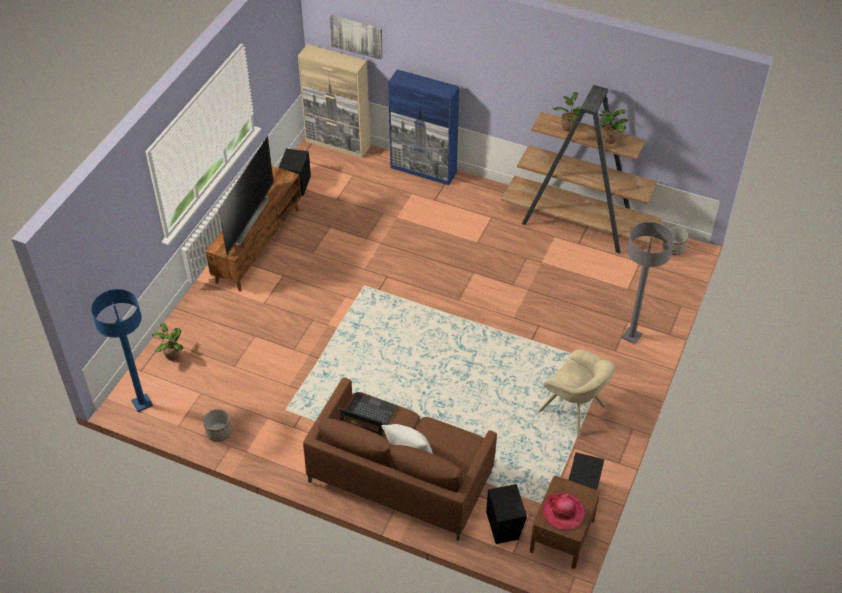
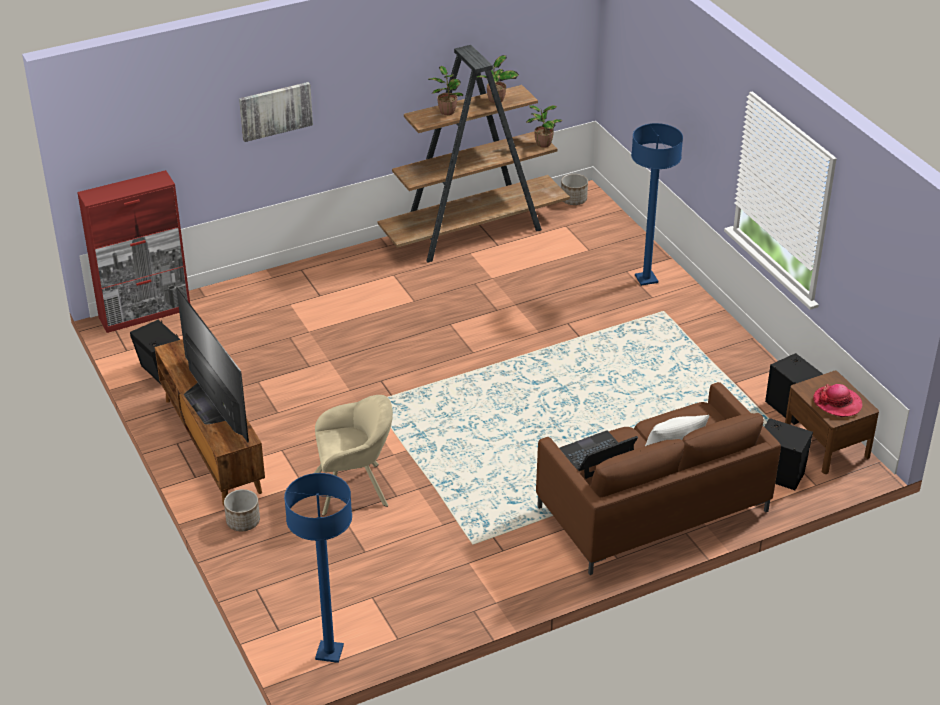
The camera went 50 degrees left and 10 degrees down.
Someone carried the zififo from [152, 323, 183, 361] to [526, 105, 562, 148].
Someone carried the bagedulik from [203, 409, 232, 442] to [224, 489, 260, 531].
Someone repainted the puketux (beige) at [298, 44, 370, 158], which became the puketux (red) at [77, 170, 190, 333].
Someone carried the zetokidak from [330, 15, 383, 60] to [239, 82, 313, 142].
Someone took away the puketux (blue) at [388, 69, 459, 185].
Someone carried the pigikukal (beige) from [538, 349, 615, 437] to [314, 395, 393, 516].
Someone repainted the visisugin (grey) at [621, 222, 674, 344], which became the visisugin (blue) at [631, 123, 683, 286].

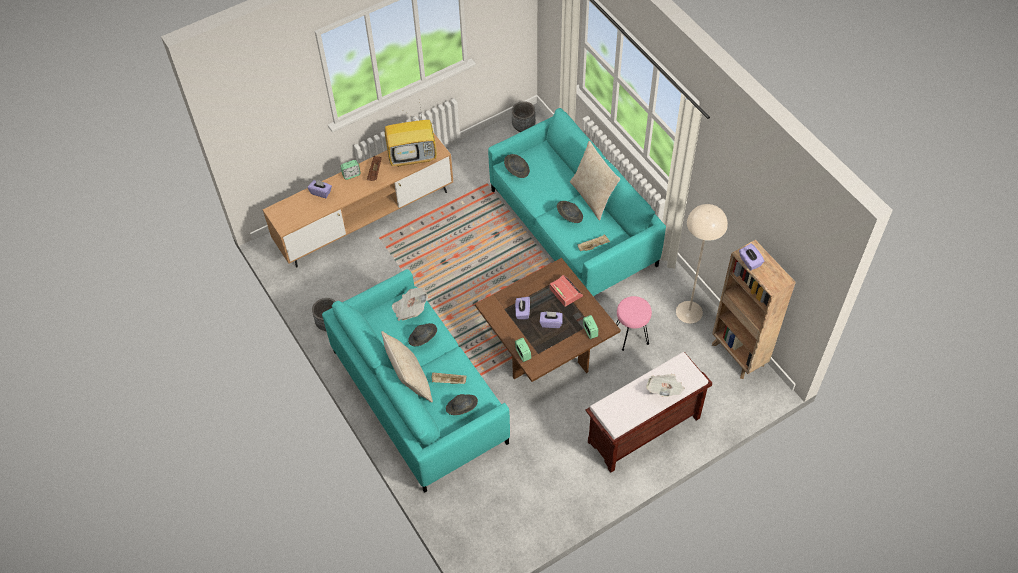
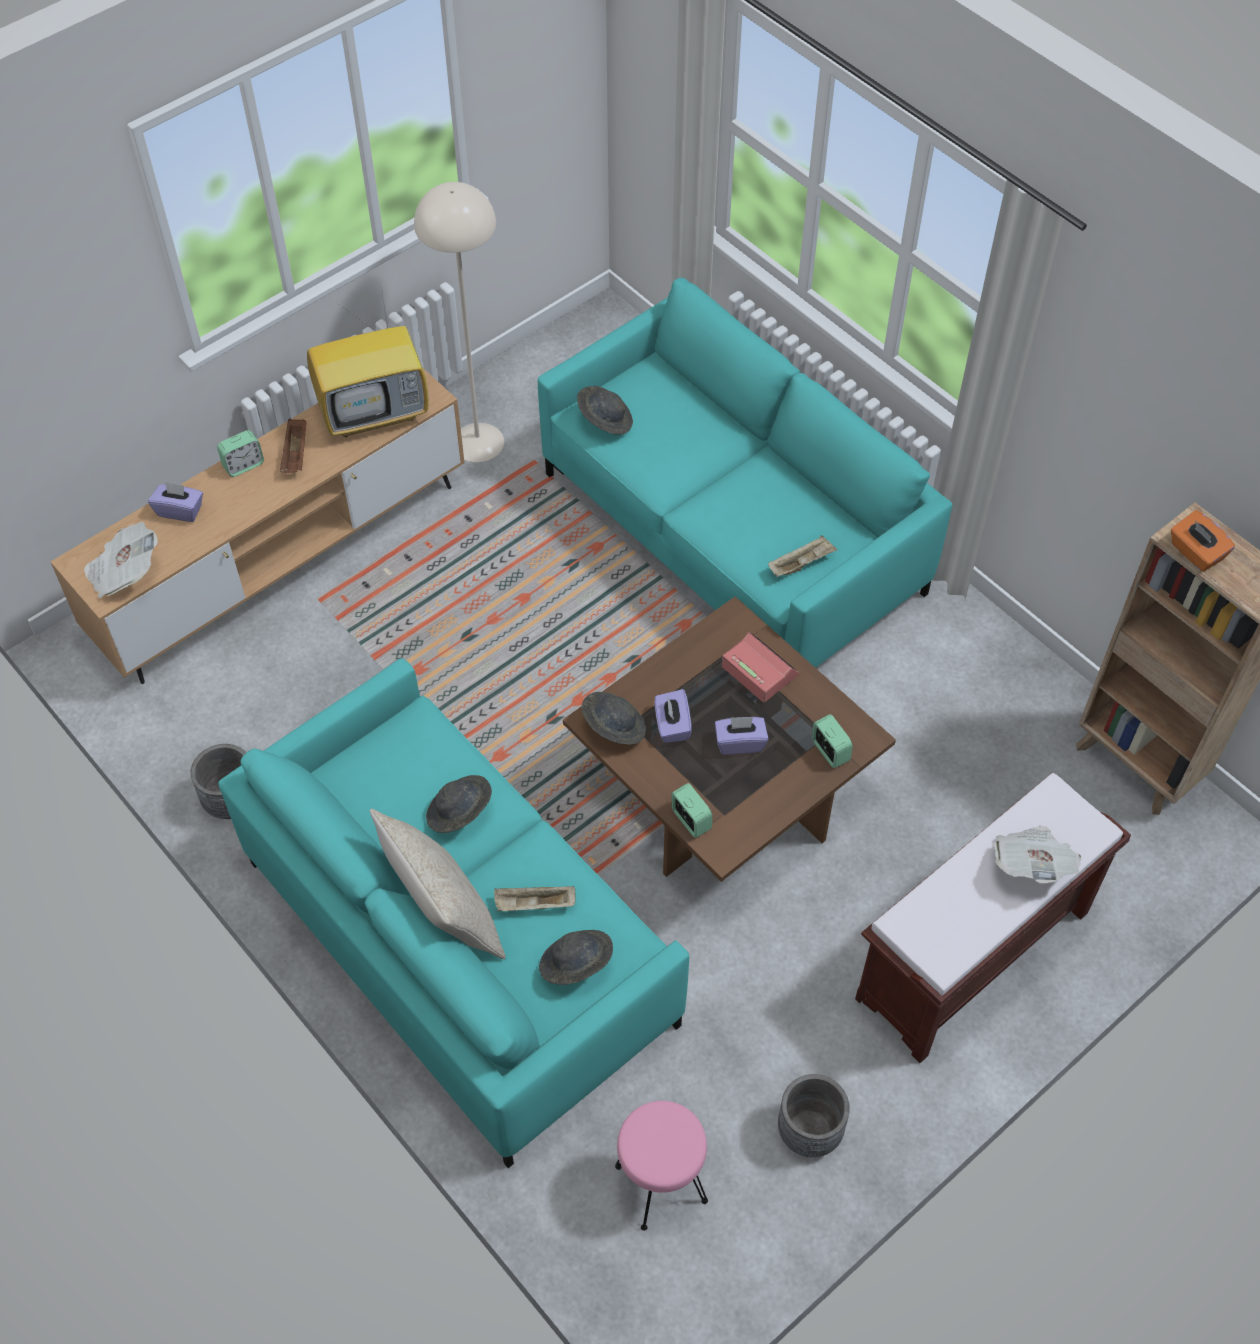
The camera went 10 degrees left and 0 degrees up.
Someone carried the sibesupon from [392, 287, 428, 321] to [84, 522, 158, 599].
Someone carried the bagedulik (grey) from [512, 101, 535, 132] to [778, 1074, 850, 1157].
Someone carried the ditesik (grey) from [557, 201, 583, 223] to [581, 692, 646, 745].
Someone took away the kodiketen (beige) at [570, 141, 620, 221].
Someone carried the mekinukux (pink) from [616, 296, 652, 351] to [615, 1101, 708, 1231].
Someone carried the visisugin (beige) from [676, 204, 728, 323] to [414, 182, 504, 462].
Someone repainted the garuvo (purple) at [739, 243, 764, 270], which became the garuvo (orange) at [1171, 510, 1235, 572].

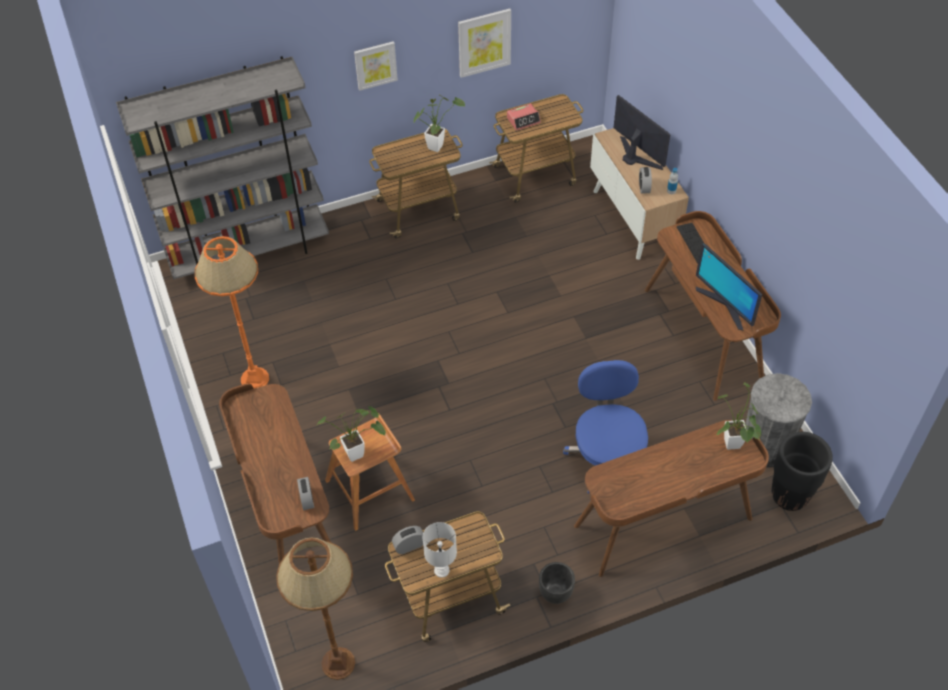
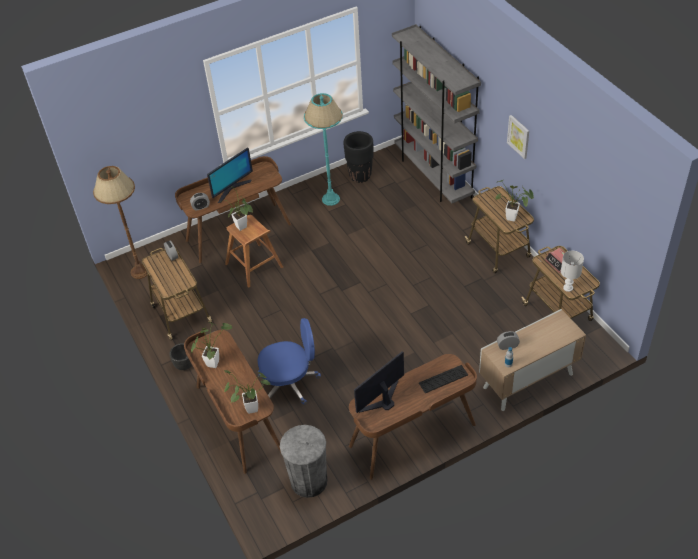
The camera went 85 degrees right and 5 degrees down.
Someone repainted the visisugin (orange) at [194, 236, 269, 389], which became the visisugin (turquoise) at [304, 93, 343, 206].
Someone carried the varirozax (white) from [423, 522, 457, 578] to [561, 251, 584, 292].
Someone took away the zetokidak at [458, 9, 511, 78].
Someone carried the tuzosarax from [614, 95, 670, 170] to [207, 147, 253, 203].
Someone carried the bagedulik (black) from [772, 432, 833, 511] to [344, 131, 374, 183].
Someone put down the zififo at [191, 322, 233, 368].

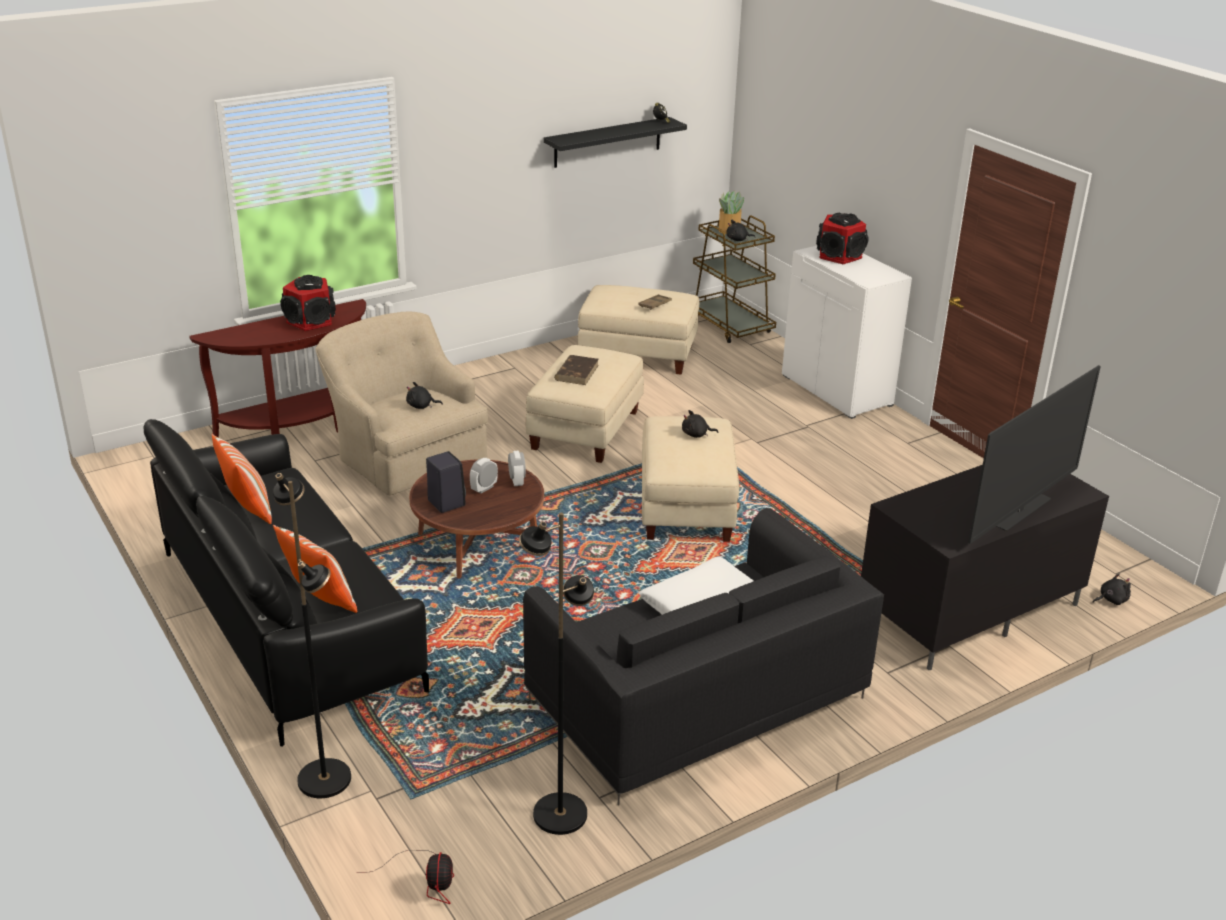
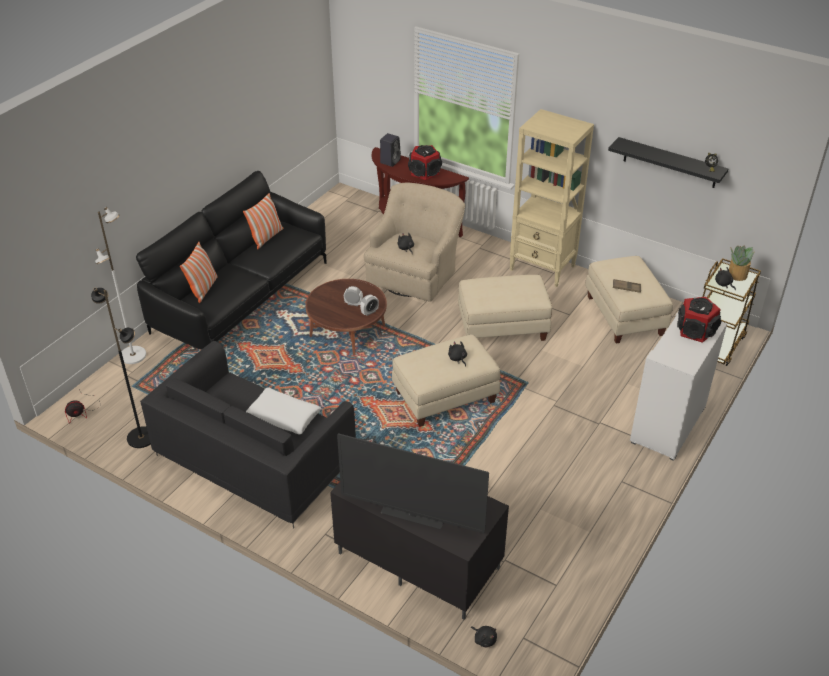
The camera went 65 degrees right and 10 degrees up.
Someone repainted the visisugin (black) at [273, 473, 351, 798], which became the visisugin (white) at [95, 207, 146, 364].
Someone carried the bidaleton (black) from [426, 451, 466, 513] to [380, 133, 401, 167].
Someone took away the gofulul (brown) at [554, 355, 599, 385].
Someone put down the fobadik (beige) at [509, 109, 594, 287].

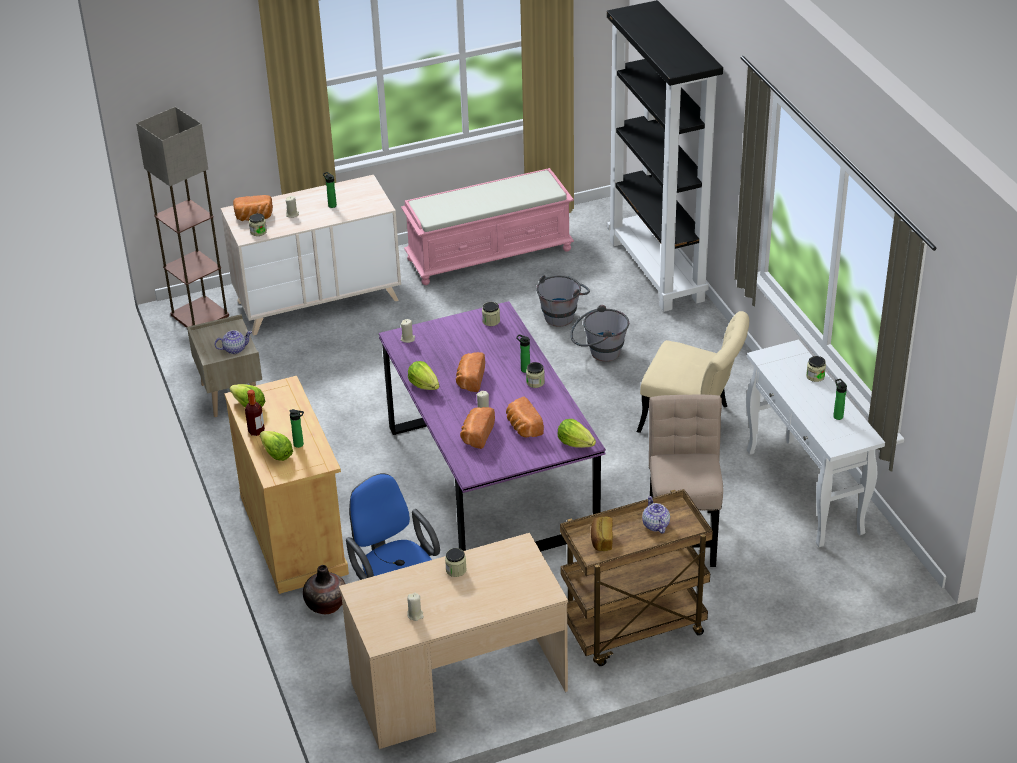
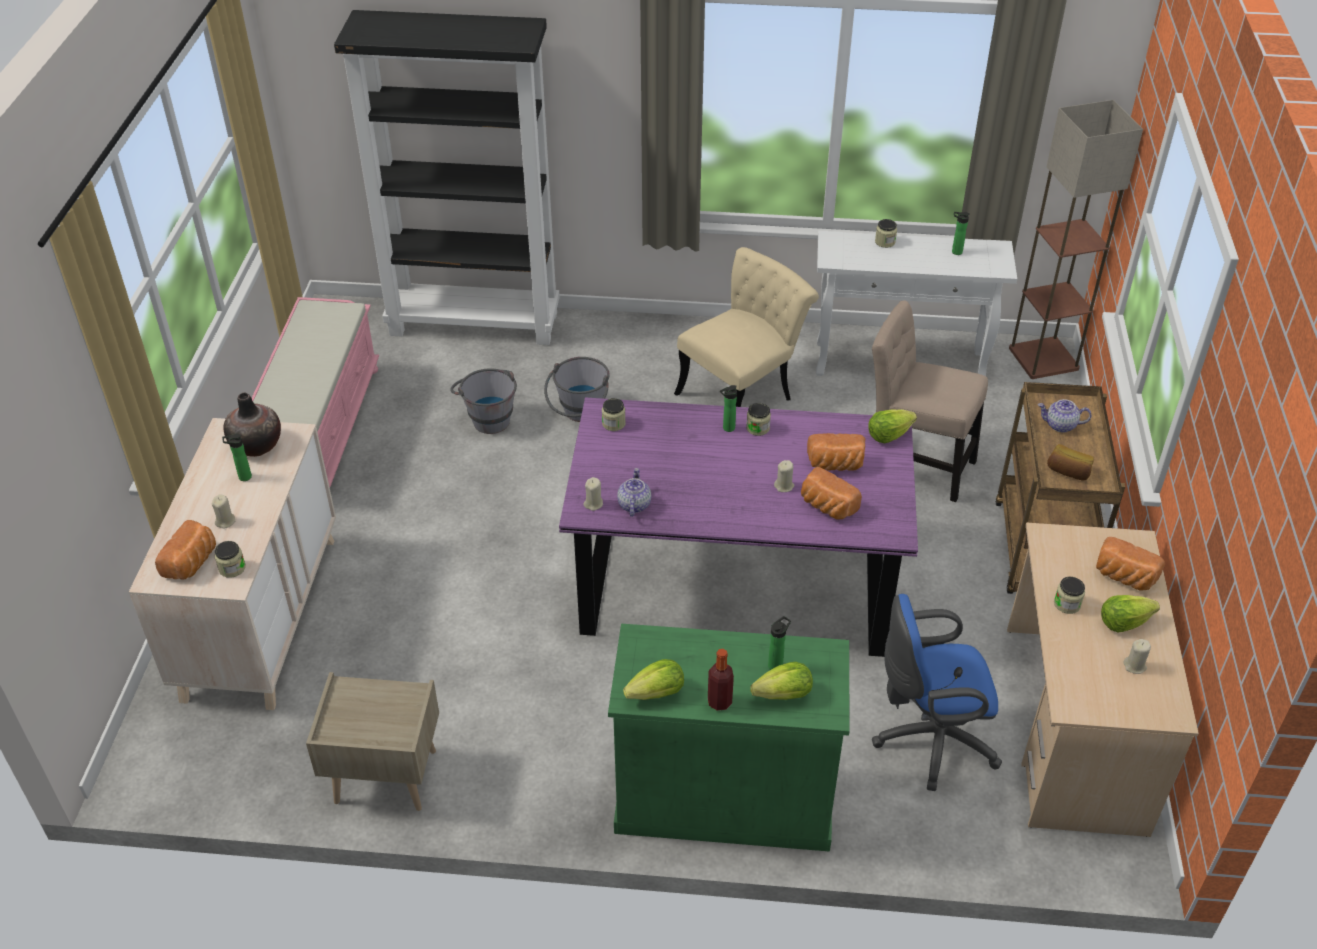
The camera went 65 degrees left and 5 degrees up.
Someone carried the visisugin from [136, 107, 229, 328] to [1009, 100, 1143, 379].
Someone carried the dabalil from [215, 330, 252, 354] to [617, 468, 651, 517].
Someone repainted the puketux (beige) at [224, 376, 349, 594], which became the puketux (green) at [608, 624, 849, 852].
Someone carried the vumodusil from [303, 565, 345, 614] to [224, 393, 281, 457].
Someone carried the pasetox from [408, 361, 439, 390] to [1101, 595, 1160, 632].
Someone carried the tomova from [456, 352, 485, 392] to [1096, 537, 1165, 591].

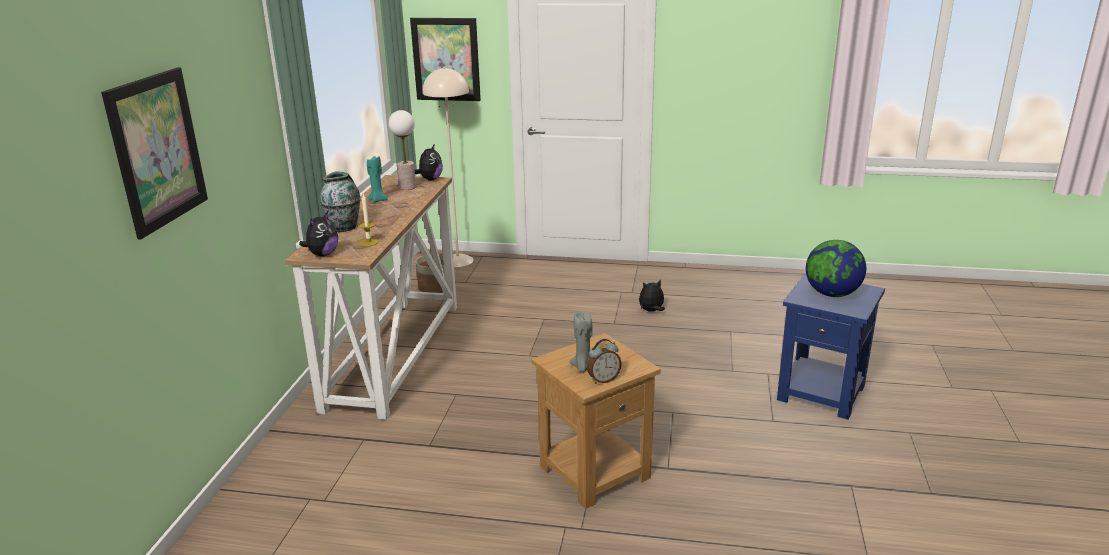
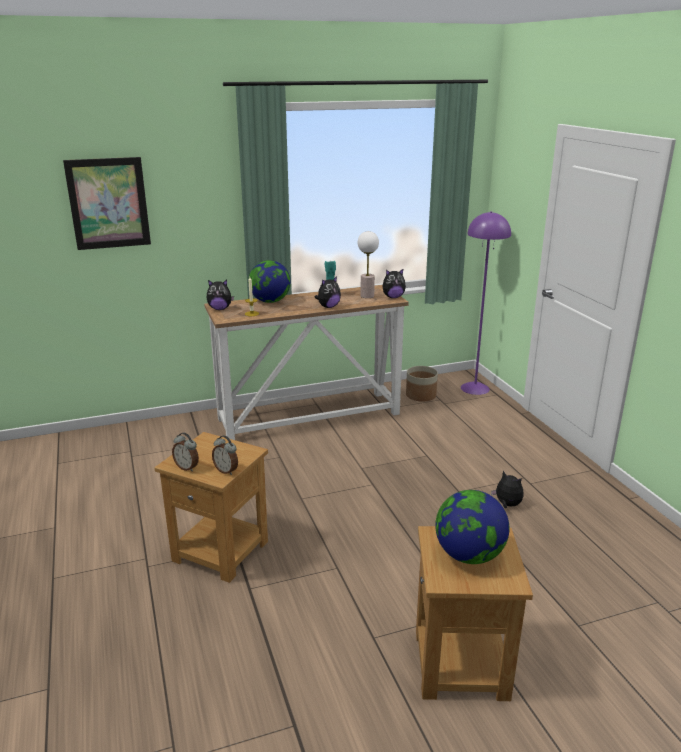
The camera went 60 degrees right and 0 degrees up.
Someone swapped the vumodusil at [320, 172, 361, 232] for the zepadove at [248, 260, 291, 303].
Someone took away the zetokidak at [410, 18, 481, 101].
Someone repainted the visisugin (beige) at [422, 67, 474, 267], which became the visisugin (purple) at [461, 211, 511, 395].
Someone took away the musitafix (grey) at [569, 312, 593, 372].
Someone repainted the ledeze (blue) at [777, 273, 885, 420], which became the ledeze (brown) at [416, 526, 533, 701].
Someone put down the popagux at [212, 435, 238, 475].
Someone put down the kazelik at [315, 276, 341, 308].

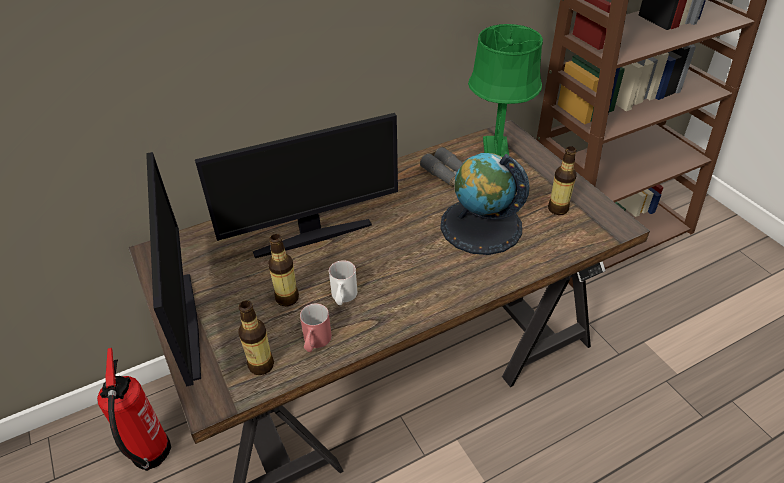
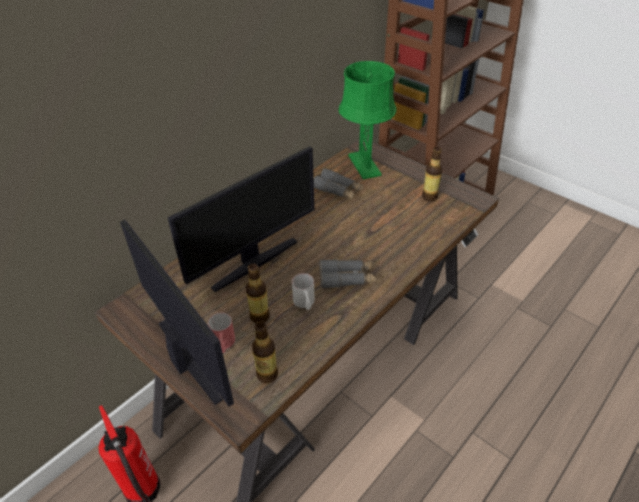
The camera went 20 degrees left and 0 degrees up.
Someone carried the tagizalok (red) from [300, 303, 332, 352] to [208, 312, 235, 353].
Someone took away the zepadove at [440, 153, 530, 255].
Someone put down the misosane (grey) at [319, 259, 376, 289].

